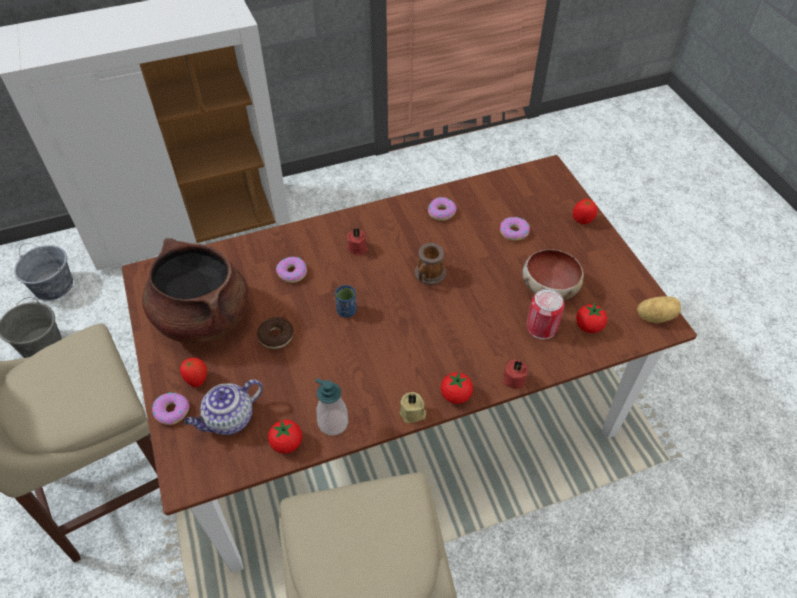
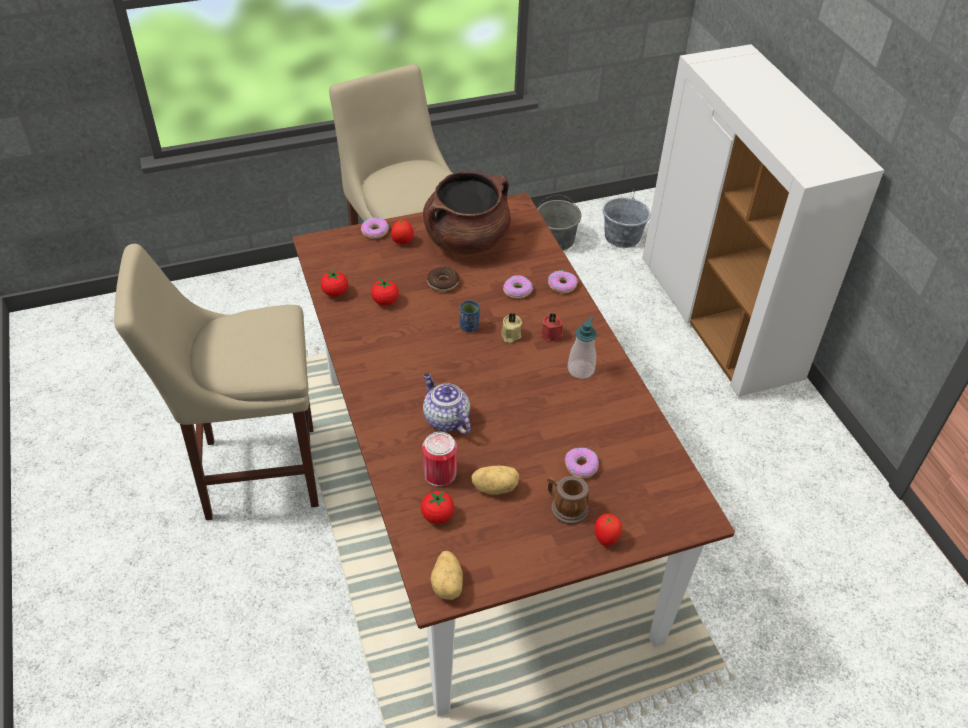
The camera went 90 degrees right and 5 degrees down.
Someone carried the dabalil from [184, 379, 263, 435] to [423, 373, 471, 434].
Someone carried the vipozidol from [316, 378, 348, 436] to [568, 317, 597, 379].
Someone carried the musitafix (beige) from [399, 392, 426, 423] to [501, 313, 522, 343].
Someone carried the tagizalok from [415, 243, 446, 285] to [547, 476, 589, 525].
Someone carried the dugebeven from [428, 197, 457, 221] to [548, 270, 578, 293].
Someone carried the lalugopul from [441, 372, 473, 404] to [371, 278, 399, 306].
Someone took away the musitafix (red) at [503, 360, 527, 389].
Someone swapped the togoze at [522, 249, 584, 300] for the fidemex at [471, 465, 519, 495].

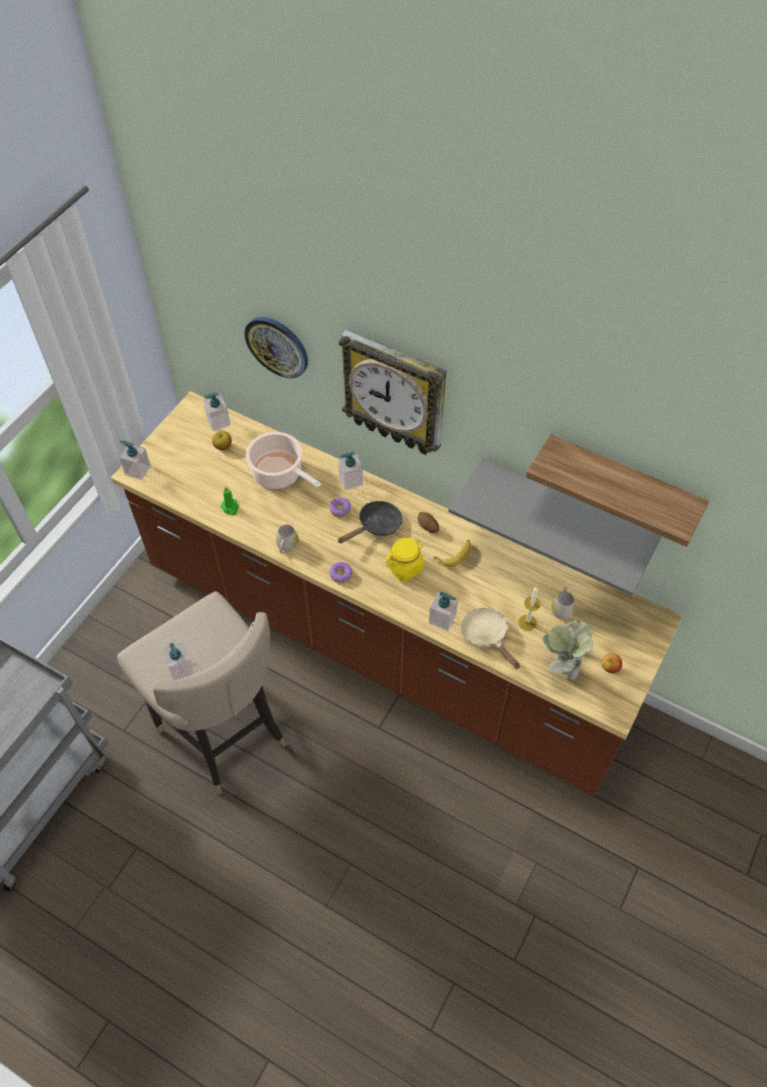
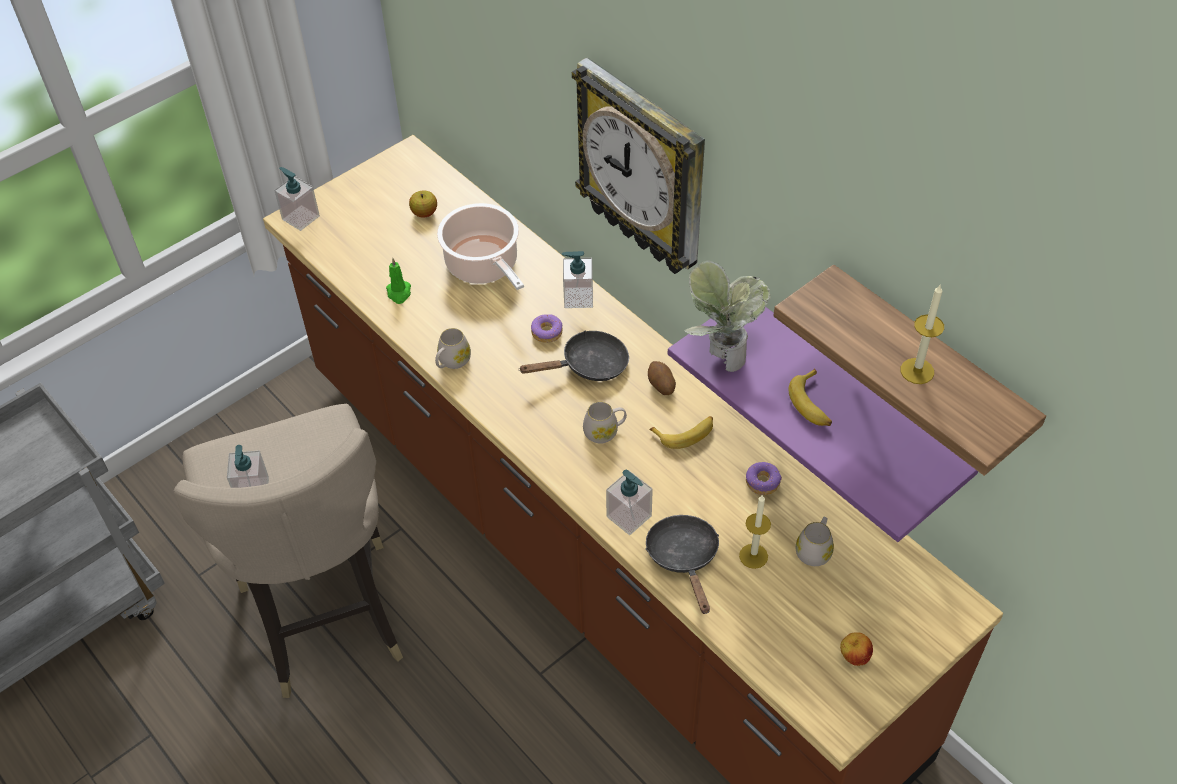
The camera went 20 degrees right and 5 degrees down.
Someone took away the vipozidol at [203, 392, 231, 431].
Someone took away the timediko at [244, 317, 308, 378].
Someone carried the dugebeven from [330, 562, 352, 584] to [746, 462, 782, 495].
Someone swapped the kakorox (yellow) at [386, 538, 424, 582] for the tagizalok (white) at [583, 401, 627, 444].
Someone repainted the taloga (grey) at [448, 459, 661, 596], which became the taloga (purple) at [668, 307, 978, 542].
Someone repainted the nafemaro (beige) at [460, 608, 520, 669], which became the nafemaro (black) at [645, 515, 719, 614].
Someone carried the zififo from [542, 620, 593, 680] to [684, 260, 770, 372].
Someone put down the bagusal at [788, 368, 832, 426].
Someone put down the musitafix at [901, 285, 944, 384].

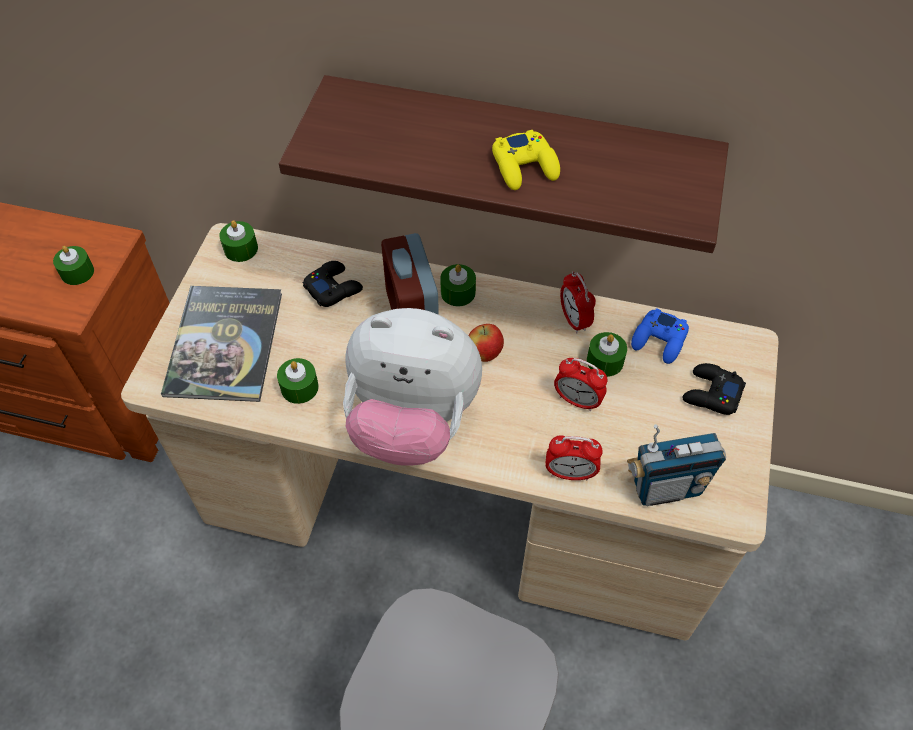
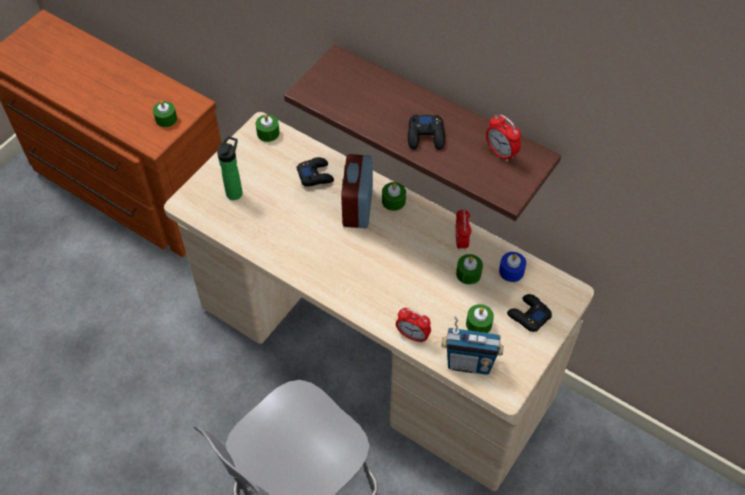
The camera went 20 degrees right and 0 degrees up.
Someone swapped the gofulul at [161, 286, 282, 402] for the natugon at [217, 136, 243, 200].
Someone carried the musitafix (green) from [277, 358, 319, 404] to [466, 304, 494, 333].
Someone took away the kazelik at [343, 308, 482, 466].
Someone took away the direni at [468, 324, 504, 362].
Someone repainted the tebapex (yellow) at [492, 130, 560, 190], which became the tebapex (black) at [408, 115, 445, 150].
Someone carried the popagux from [554, 358, 607, 411] to [486, 115, 521, 162].
Someone swapped the tebapex (blue) at [631, 308, 689, 364] for the musitafix (blue) at [499, 252, 526, 282].

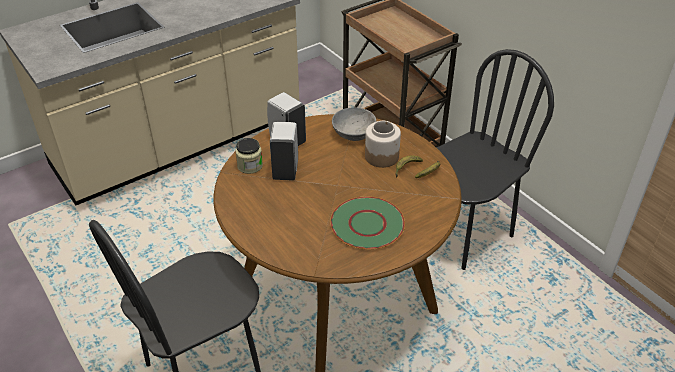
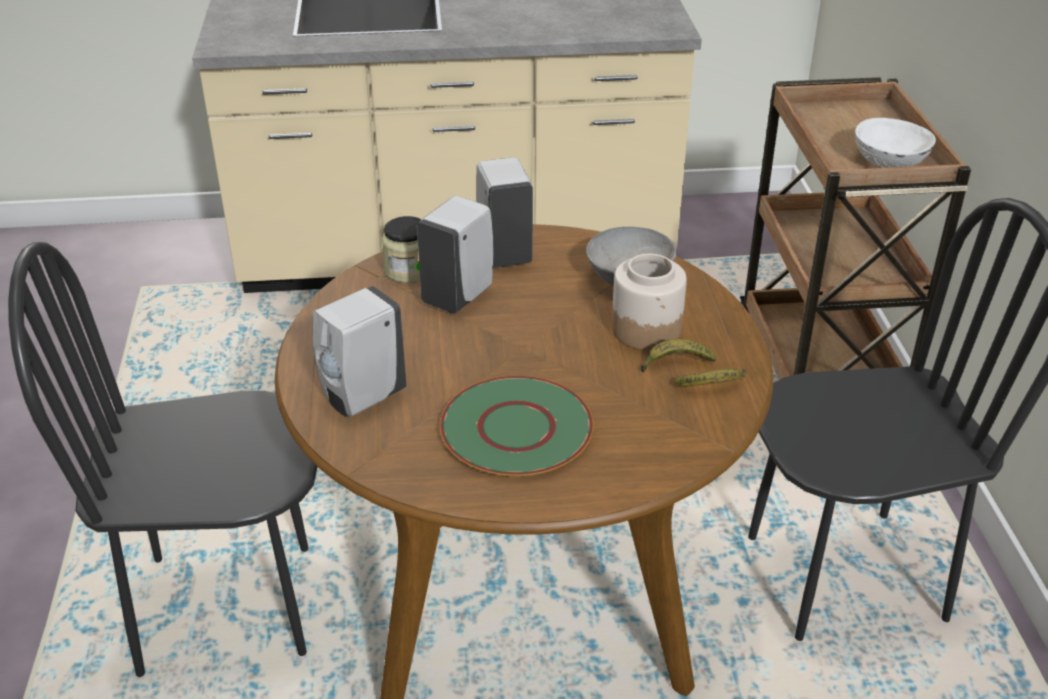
The camera went 30 degrees right and 5 degrees down.
Someone put down the vipozidol (white) at [313, 286, 406, 417].
Someone put down the togoze (white) at [855, 118, 936, 168].

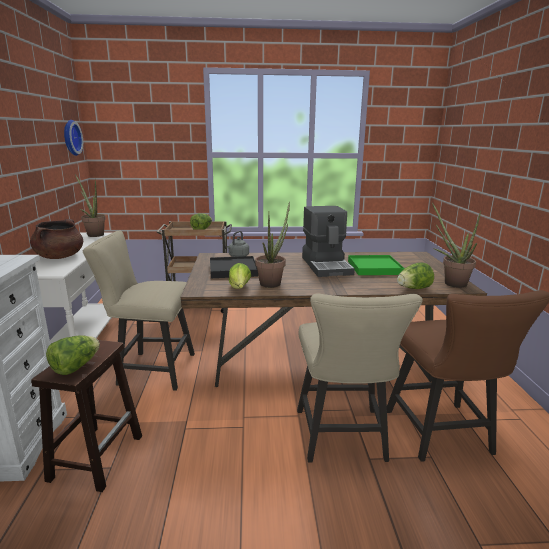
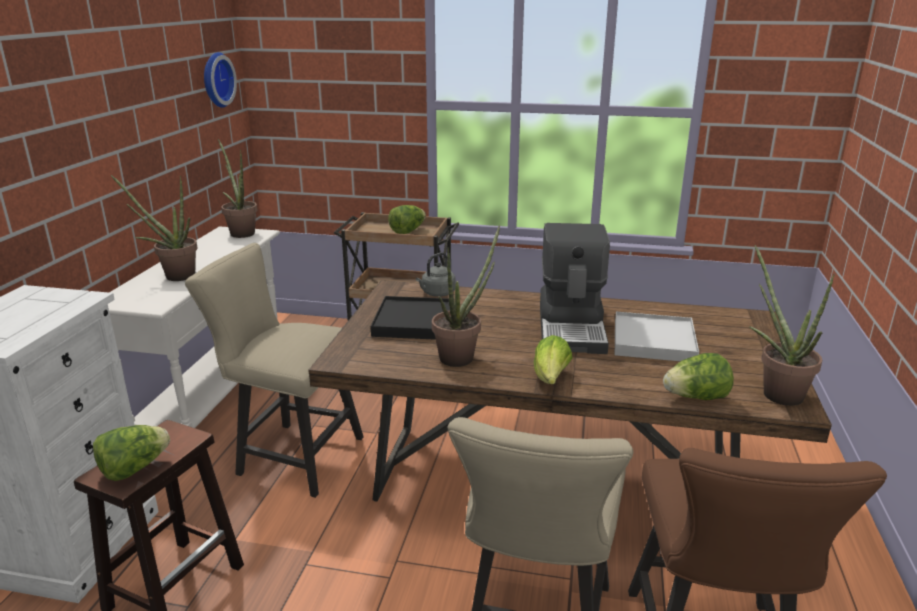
The camera went 15 degrees right and 5 degrees up.
Someone swapped the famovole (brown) at [30, 219, 83, 259] for the zififo at [111, 175, 197, 281].
Someone carried the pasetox from [229, 263, 251, 289] to [534, 335, 573, 384].
Someone repainted the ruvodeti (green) at [348, 255, 404, 275], which became the ruvodeti (white) at [615, 312, 699, 361].

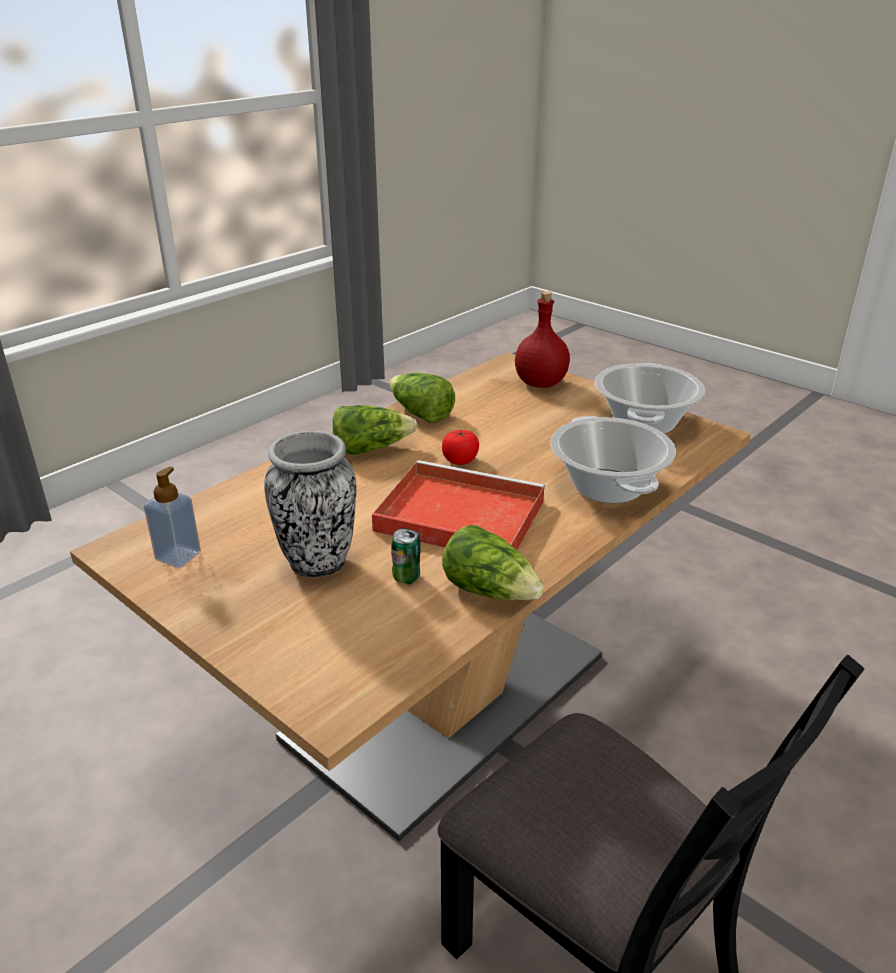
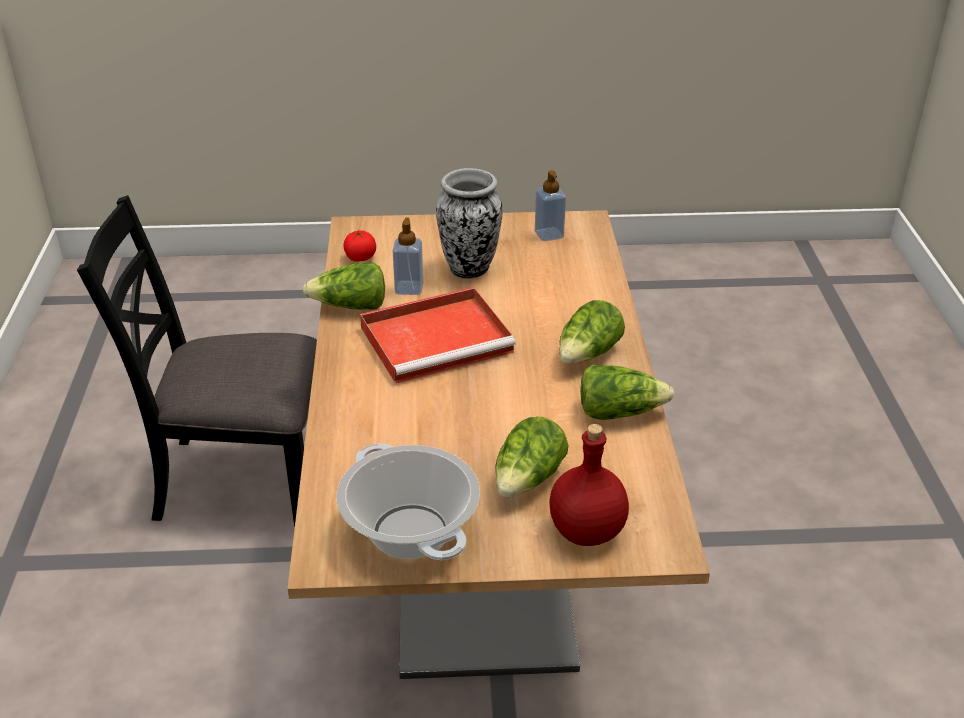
The camera went 135 degrees right and 5 degrees up.
Someone swapped the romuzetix at [391, 528, 421, 584] for the vipozidol at [393, 217, 423, 295].
Someone carried the lalugopul from [442, 430, 479, 465] to [343, 230, 376, 262].
Someone took away the famovole at [550, 416, 676, 503].
Someone put down the pasetox at [495, 417, 568, 497].

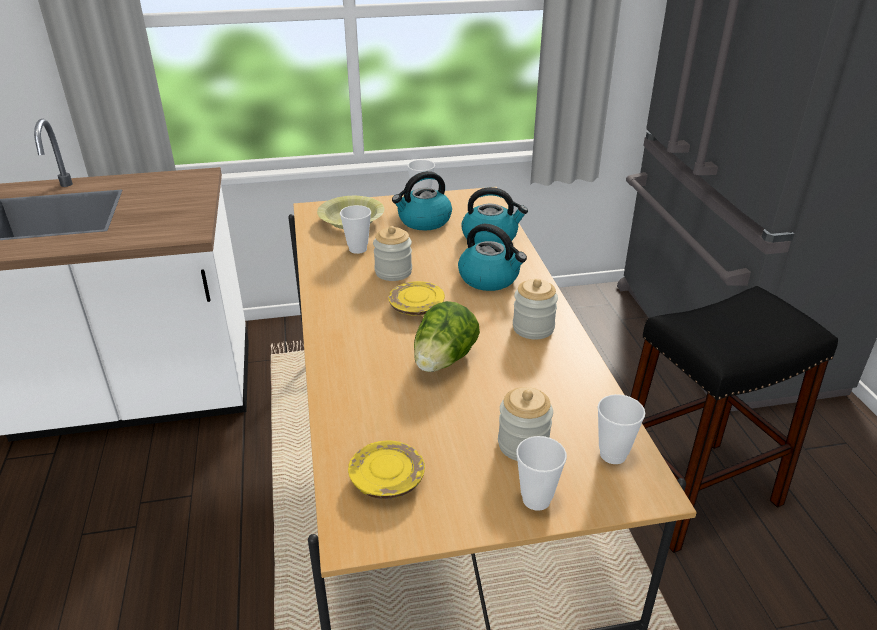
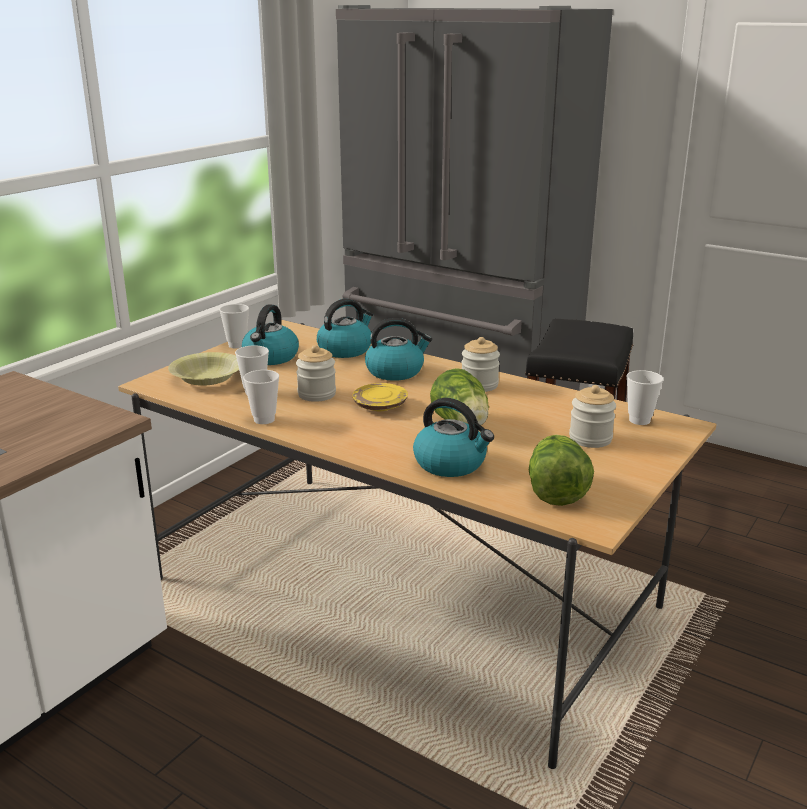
The camera went 45 degrees left and 10 degrees down.
Someone swapped the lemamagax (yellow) at [348, 440, 425, 499] for the pasetox at [529, 435, 594, 506].
Someone carried the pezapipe from [516, 436, 567, 511] to [243, 370, 279, 424].
Someone put down the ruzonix at [413, 398, 494, 477].

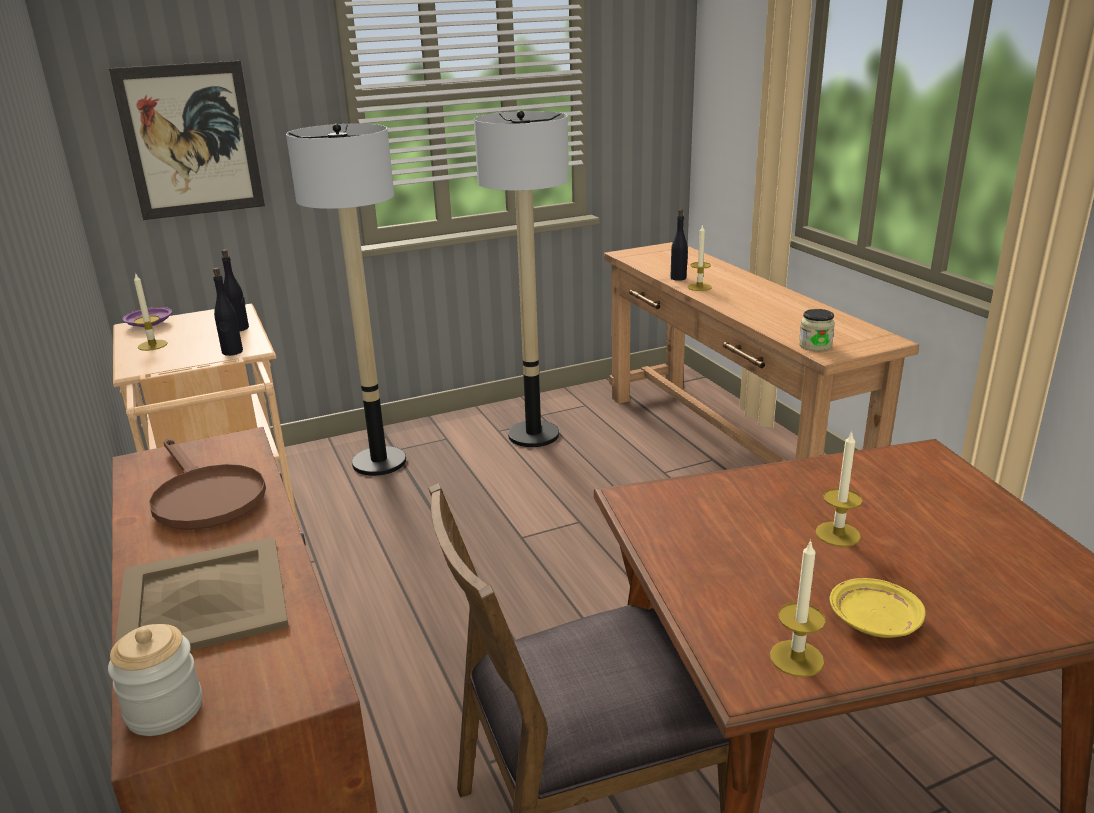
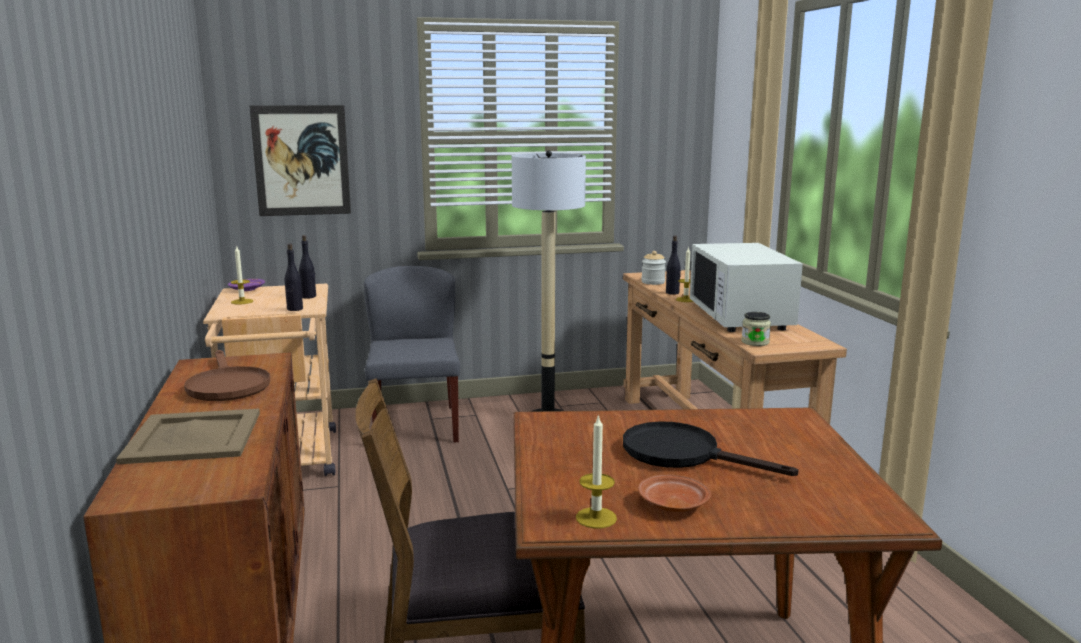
The camera went 10 degrees right and 10 degrees down.
Someone carried the kakorox from [108, 624, 202, 736] to [641, 251, 666, 285].
Someone swapped the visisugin at [286, 124, 406, 476] for the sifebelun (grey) at [364, 266, 460, 443].
Someone swapped the musitafix at [816, 430, 863, 547] for the nafemaro (black) at [623, 421, 799, 476].
Someone repainted the lemamagax (yellow) at [830, 578, 925, 638], which became the lemamagax (brown) at [638, 475, 711, 512].
Someone put down the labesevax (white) at [690, 243, 803, 332].

